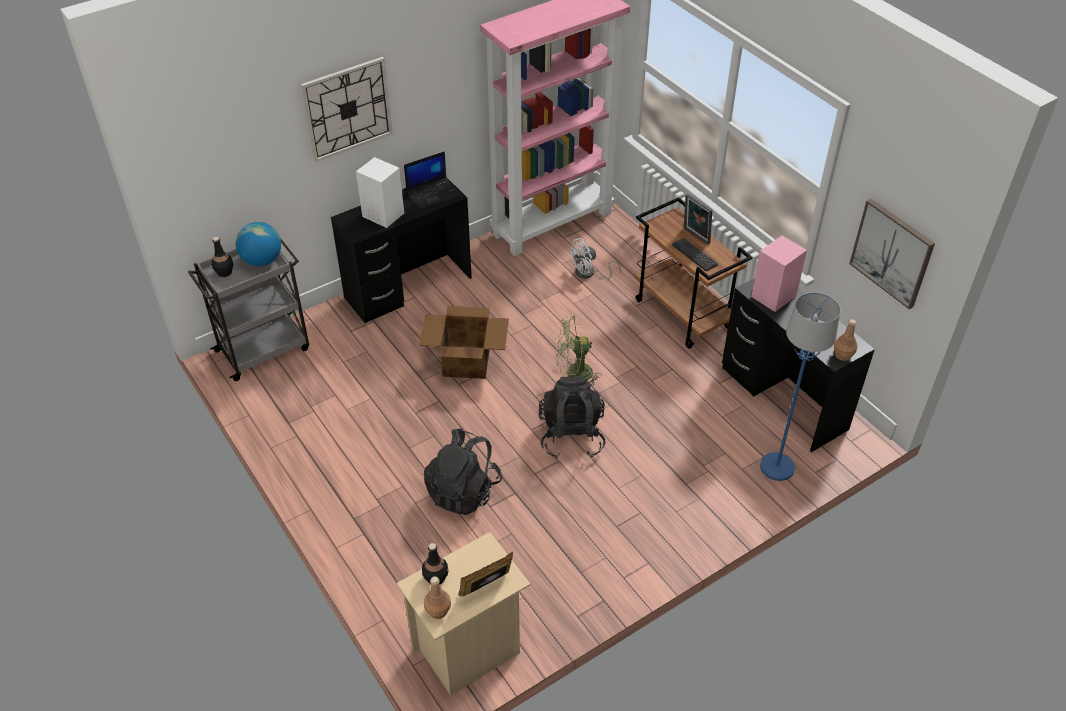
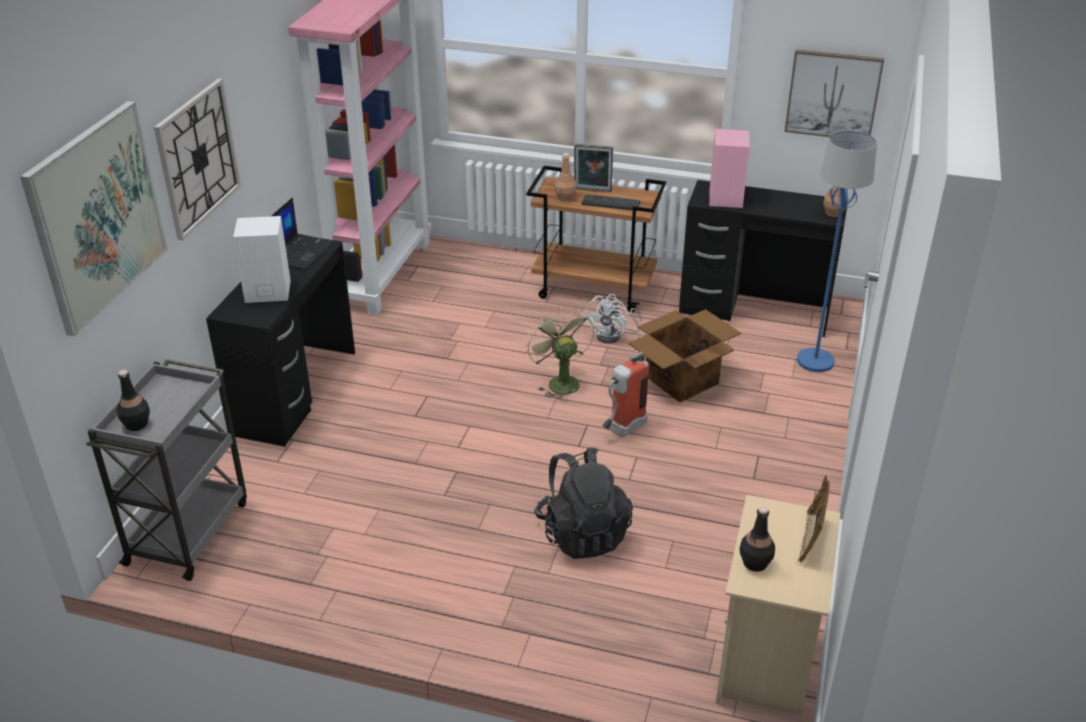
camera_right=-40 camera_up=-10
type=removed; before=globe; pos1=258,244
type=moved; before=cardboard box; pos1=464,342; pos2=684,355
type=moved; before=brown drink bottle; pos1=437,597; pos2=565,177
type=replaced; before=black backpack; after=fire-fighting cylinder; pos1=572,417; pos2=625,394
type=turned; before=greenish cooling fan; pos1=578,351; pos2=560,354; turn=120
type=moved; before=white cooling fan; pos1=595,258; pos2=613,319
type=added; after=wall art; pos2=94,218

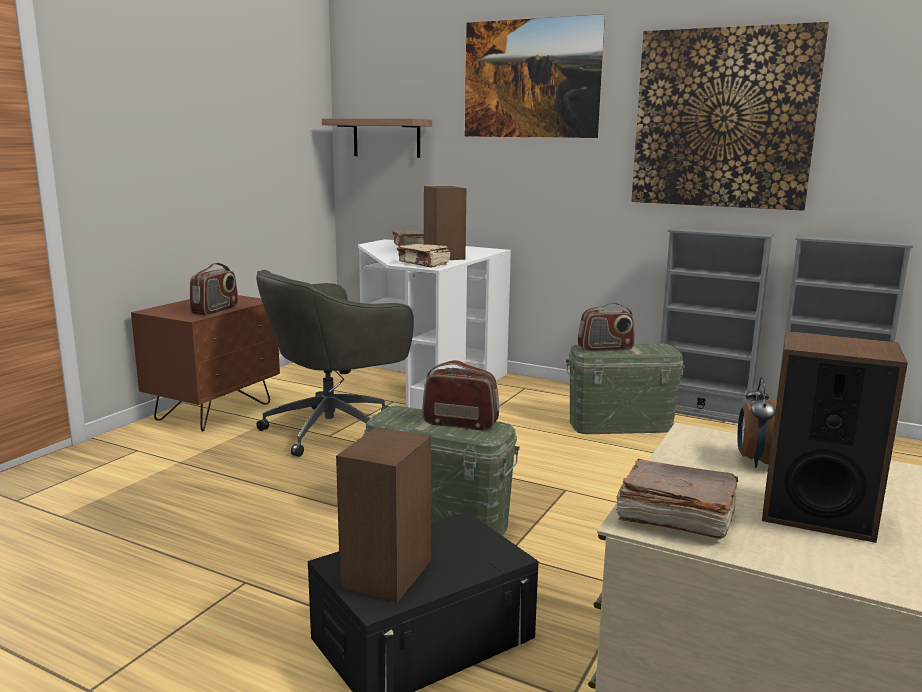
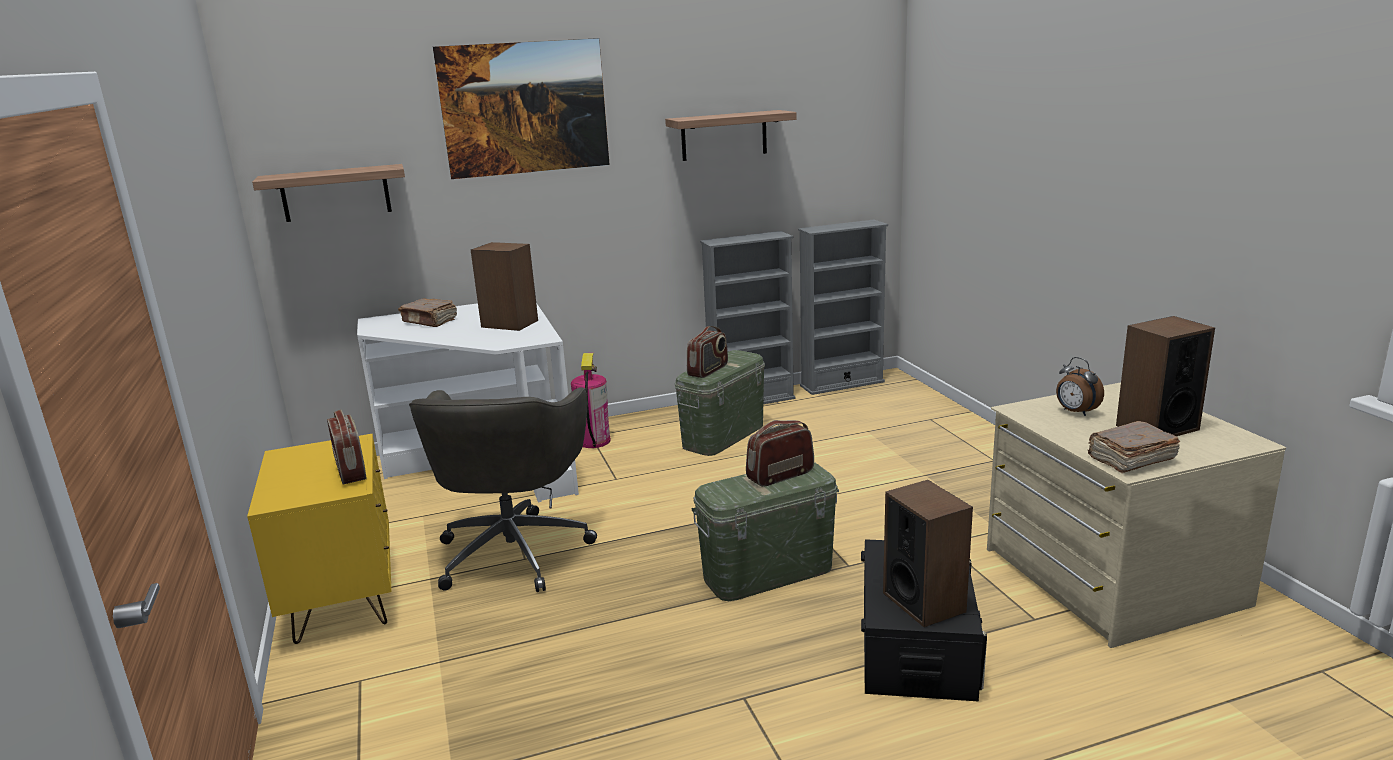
camera_right=-45 camera_up=5
type=recoloured; before=brown bedside table; after=yellow bedside table; pos1=205,363; pos2=319,539
type=removed; before=sand-coloured book; pos1=423,256
type=replaced; before=wall art; after=bracket shelf; pos1=730,116; pos2=731,135
type=added; after=fire-fighting cylinder; pos2=591,400

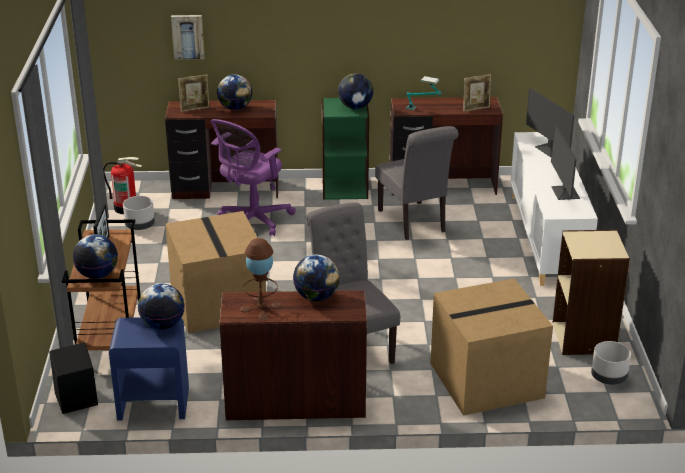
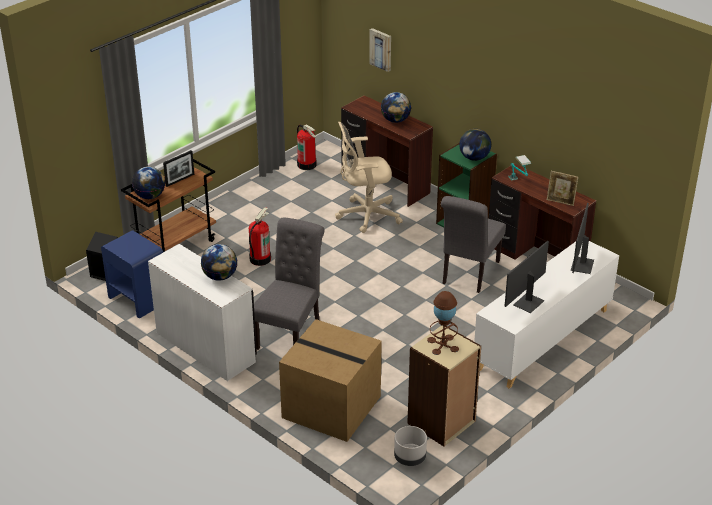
camera_right=45 camera_up=5
type=removed; before=gray flower pot; pos1=139,213
type=removed; before=globe; pos1=161,307
type=replaced; before=cardboard box; after=fire-fighting cylinder; pos1=215,272; pos2=260,236
type=removed; before=picture frame; pos1=194,93
type=recoloured; before=purple-coloured desk chair; after=sand-coloured desk chair; pos1=253,177; pos2=369,177
type=recoloured; before=brown desk table; after=white desk table; pos1=293,355; pos2=202,312
type=moved; before=brown table lamp; pos1=261,278; pos2=443,323

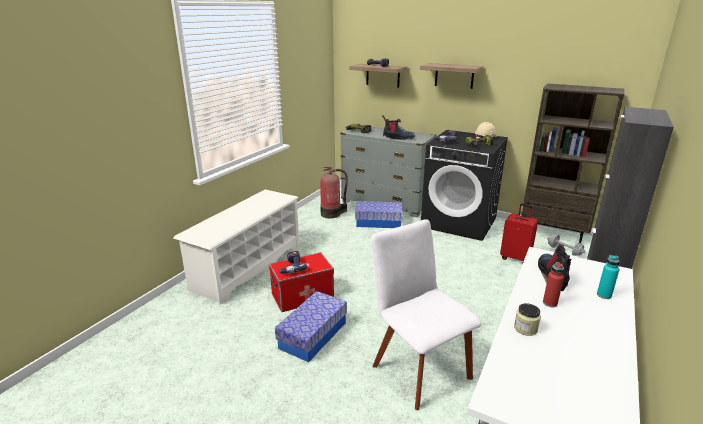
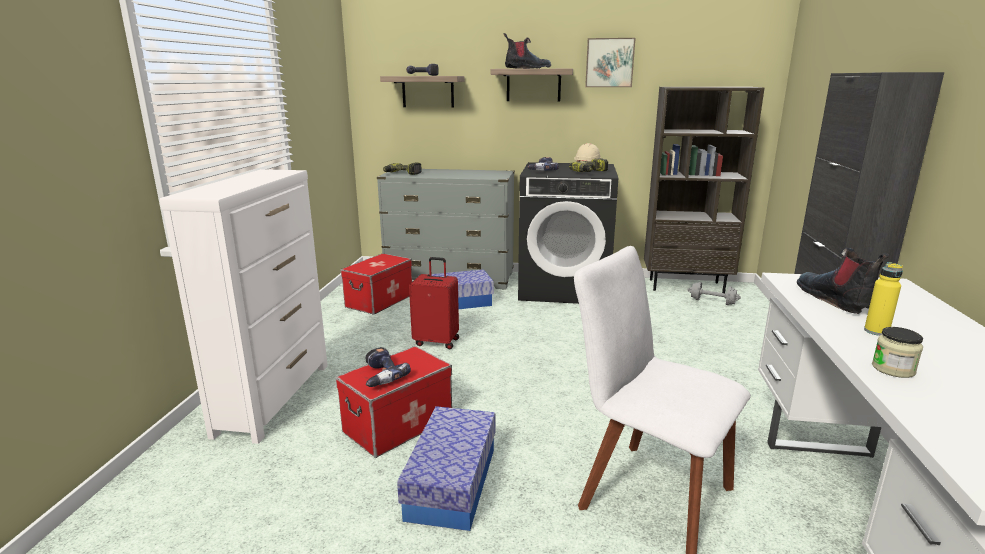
camera_right=-20 camera_up=-5
type=replaced; before=white shoe stand; after=white drawer chest; pos1=236,247; pos2=244,306
type=replaced; before=fire-fighting cylinder; after=storage box; pos1=334,192; pos2=376,284
type=moved; before=high-top boot; pos1=398,128; pos2=527,51
type=moved; before=reddish piece of luggage; pos1=519,233; pos2=434,303
type=recoloured; before=reddish drink bottle; after=yellow drink bottle; pos1=553,284; pos2=883,299
type=removed; before=turquoise drink bottle; pos1=608,277
type=added; after=wall art; pos2=610,62

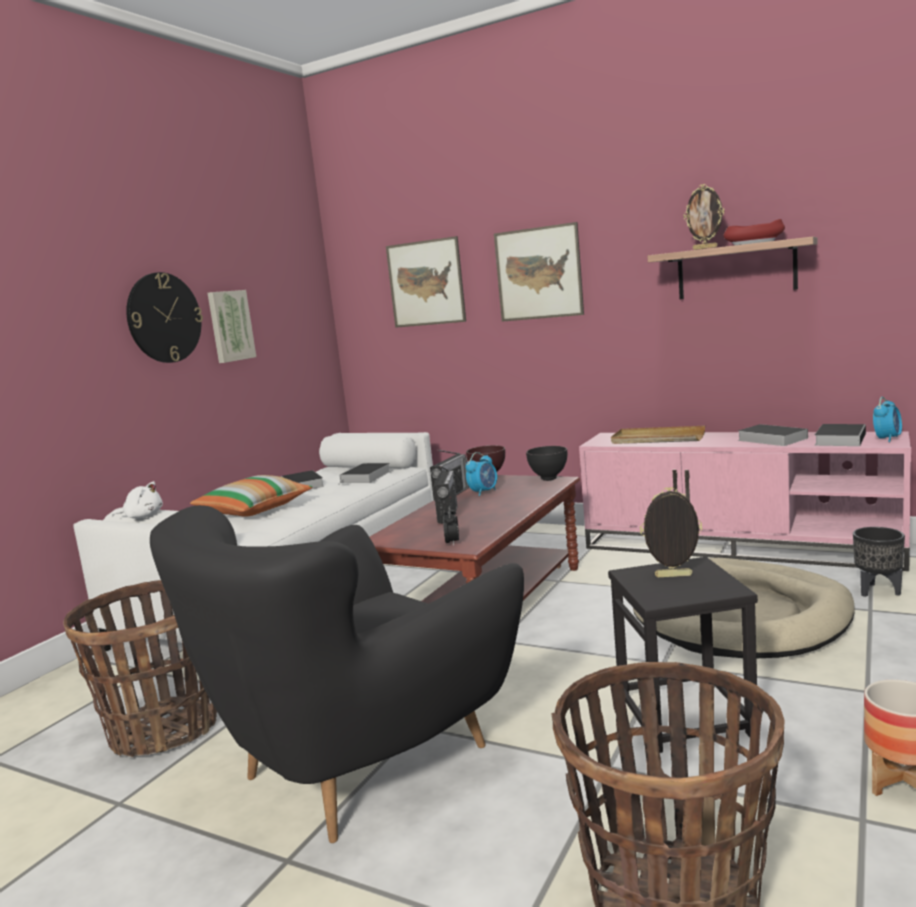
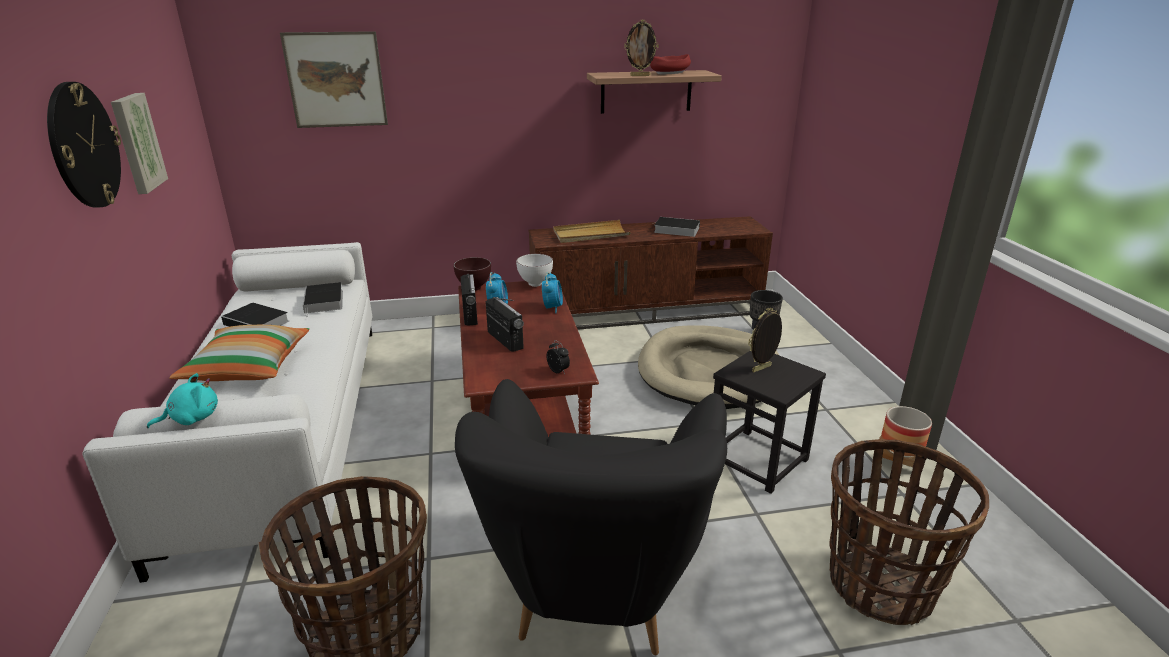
camera_right=-40 camera_up=15
type=recoloured; before=white plush toy; after=turquoise plush toy; pos1=137,500; pos2=182,400
type=removed; before=wall art; pos1=539,272
type=recoloured; before=black serving bowl; after=white serving bowl; pos1=546,463; pos2=534,270
type=recoloured; before=pinkish tv stand; after=brown tv stand; pos1=745,501; pos2=651,273
type=removed; before=book; pos1=840,435
type=moved; before=alarm clock; pos1=887,419; pos2=552,292

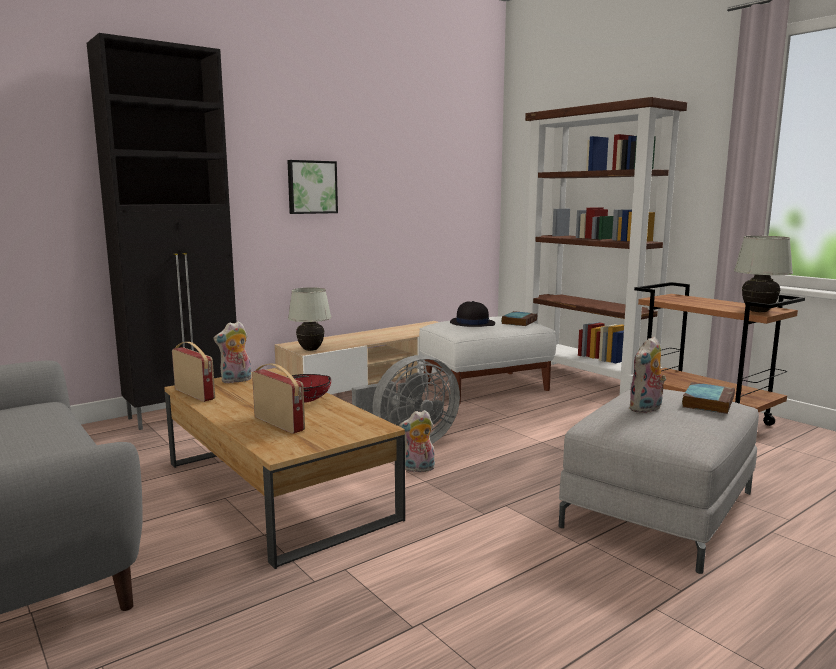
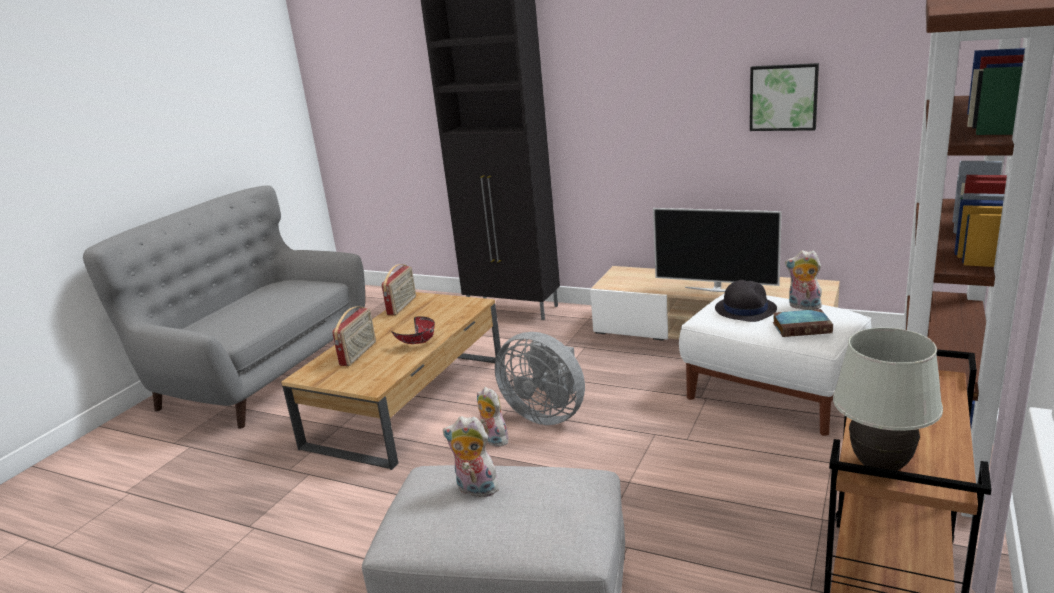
camera_right=65 camera_up=10
type=moved; before=plush toy; pos1=232,352; pos2=804,280
type=moved; before=wall art; pos1=312,187; pos2=784,97
type=removed; before=white table lamp; pos1=309,319
type=removed; before=book; pos1=708,398
type=added; after=TV set; pos2=717,250

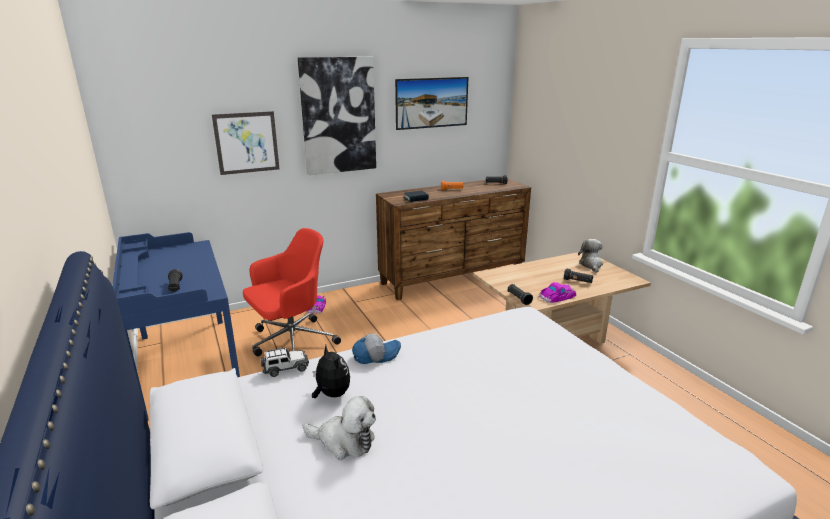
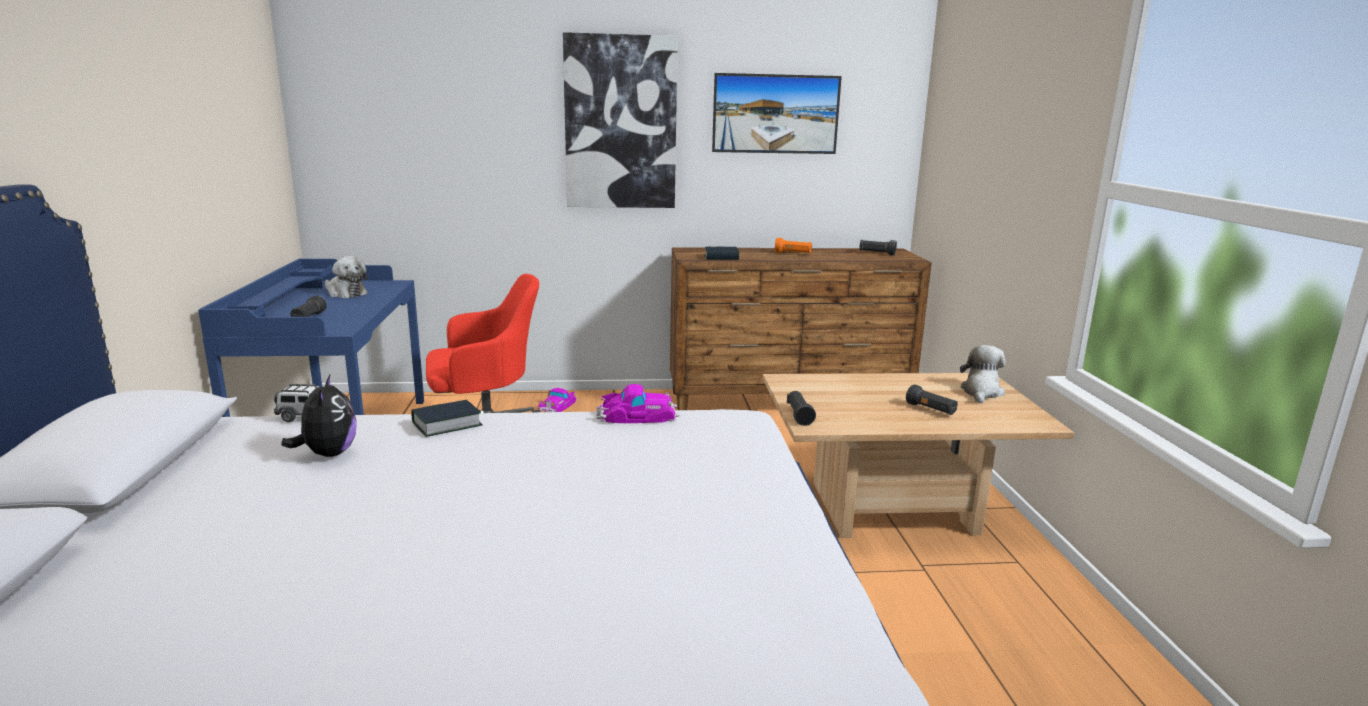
camera_right=20 camera_up=-5
type=removed; before=wall art; pos1=246,143
type=moved; before=plush toy; pos1=339,428; pos2=346,277
type=replaced; before=cap; after=book; pos1=376,348; pos2=446,418
type=moved; before=toy car; pos1=557,292; pos2=638,403

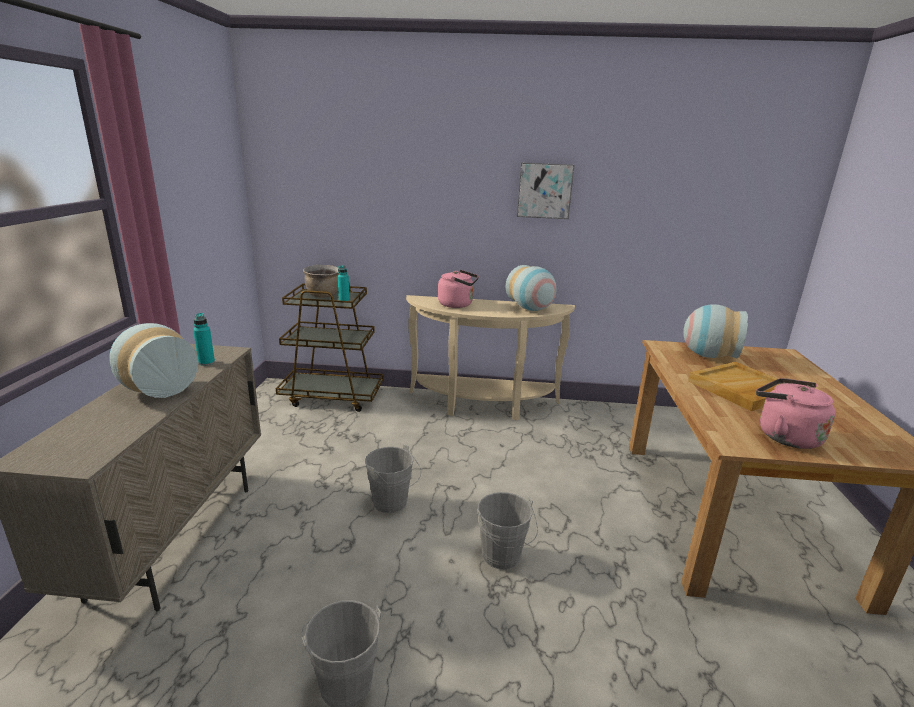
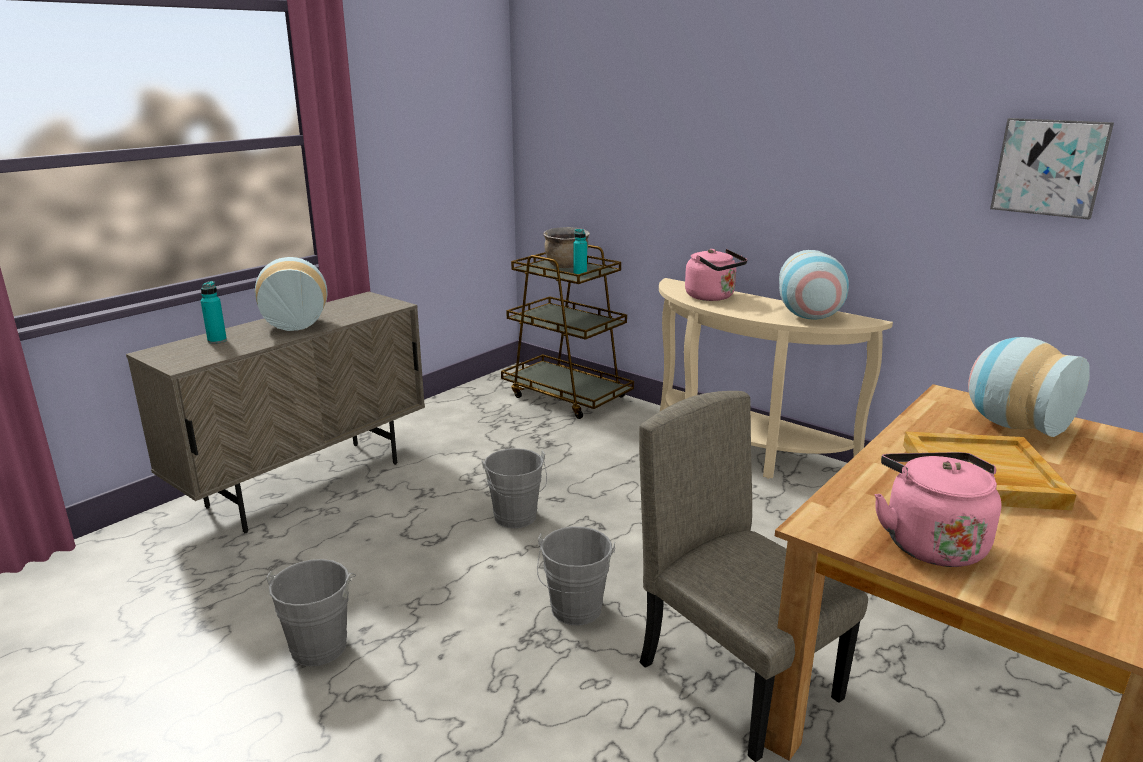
camera_right=35 camera_up=0
type=moved; before=turquoise drink bottle; pos1=204,339; pos2=214,312
type=moved; before=wall art; pos1=546,191; pos2=1052,168
type=added; after=sand-coloured chair; pos2=753,576

